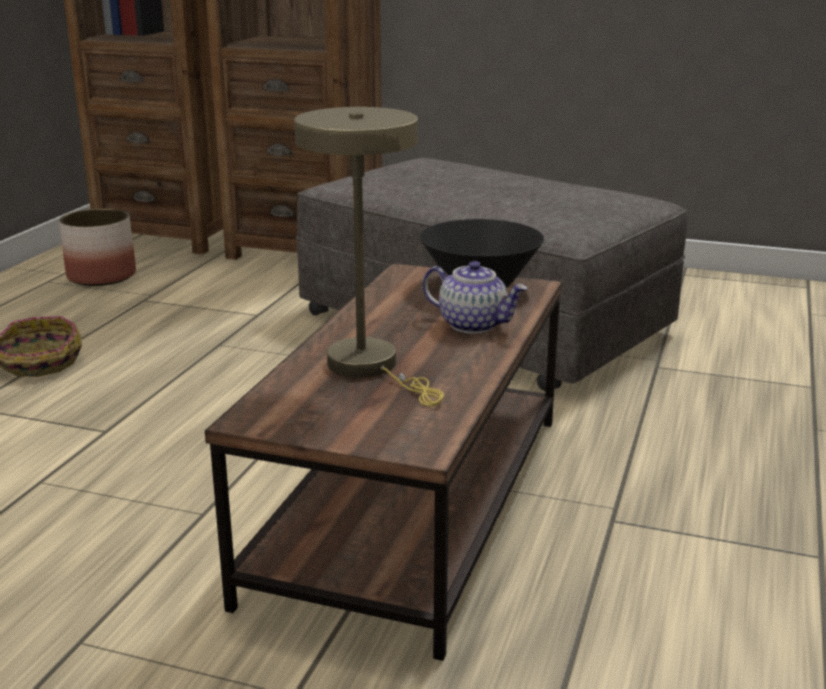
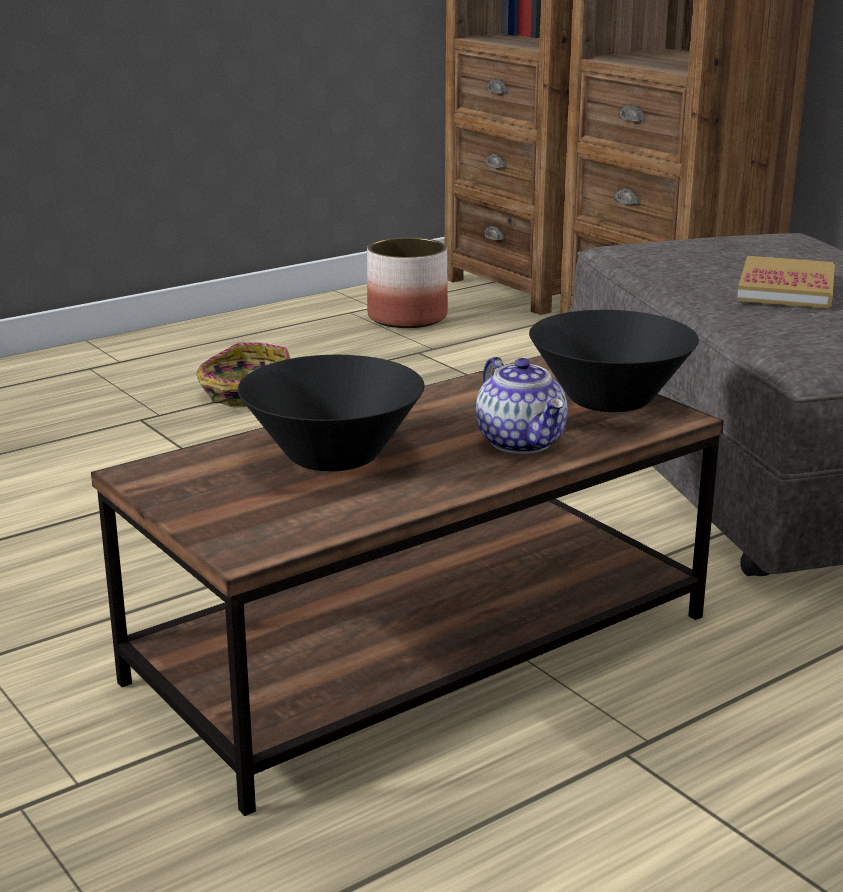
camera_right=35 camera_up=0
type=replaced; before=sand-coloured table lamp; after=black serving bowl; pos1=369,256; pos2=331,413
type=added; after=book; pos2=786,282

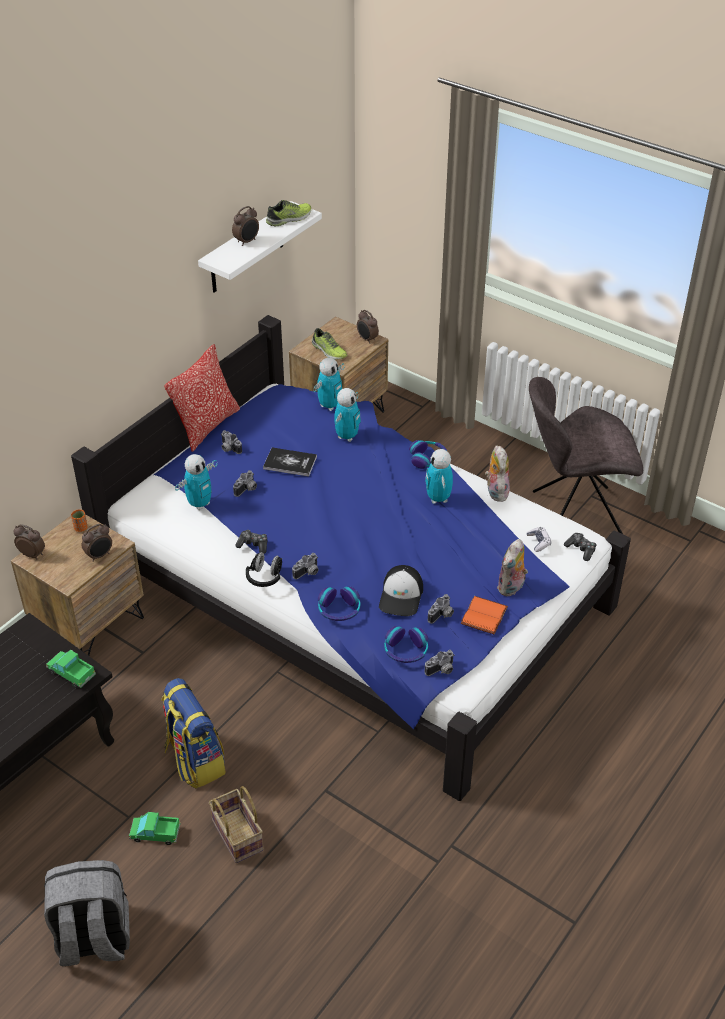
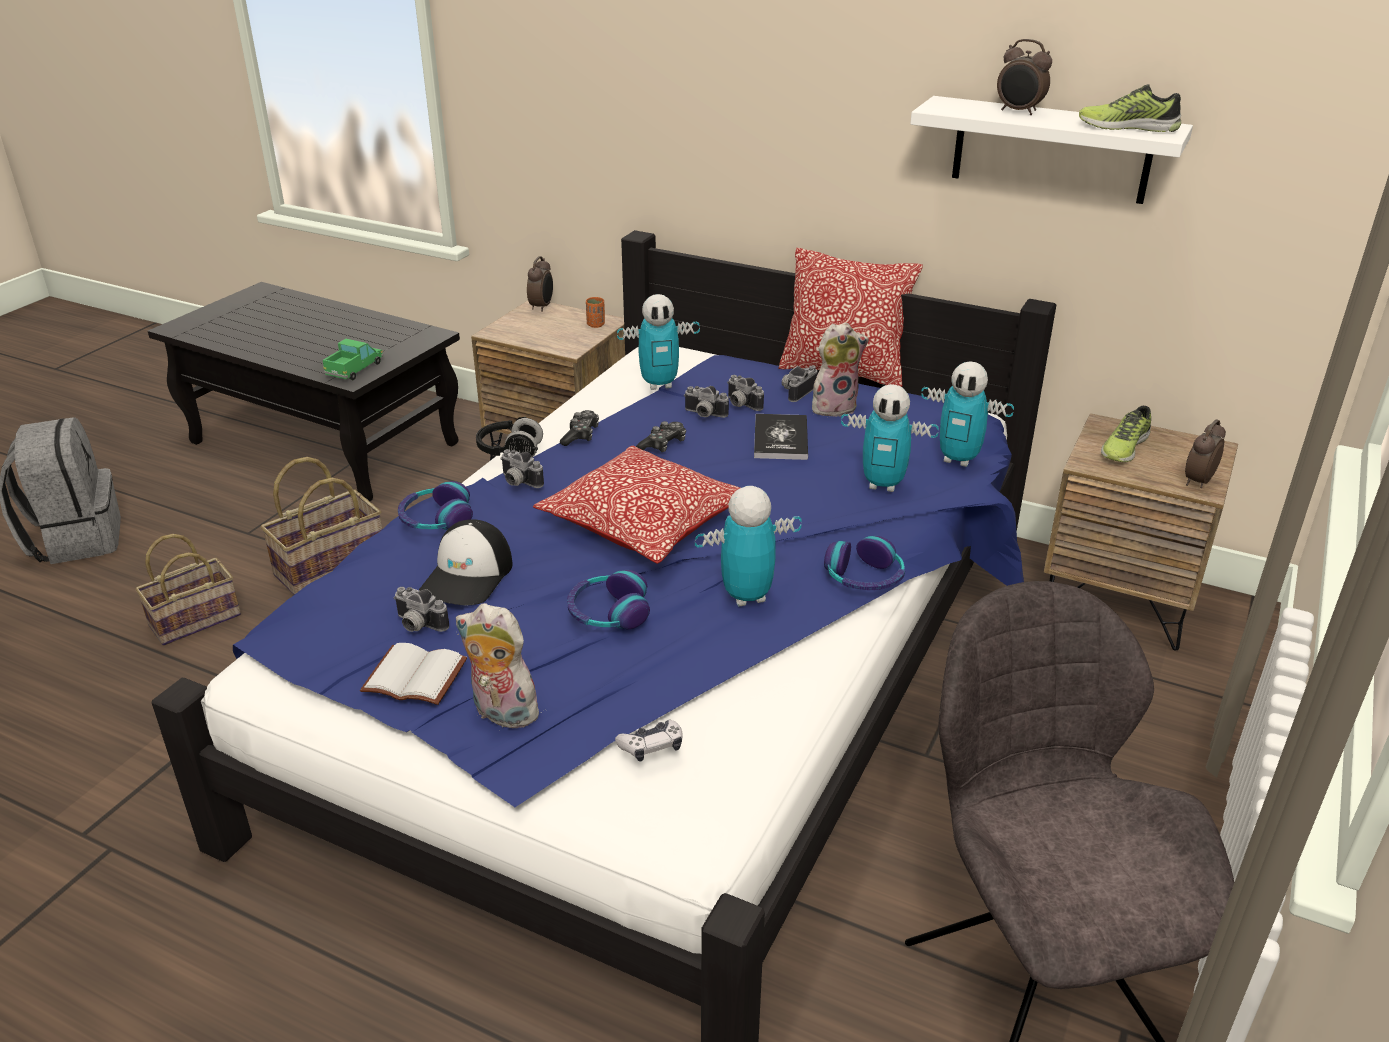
camera_right=80 camera_up=-10
type=removed; before=alarm clock; pos1=97,543
type=removed; before=model truck; pos1=154,828
type=replaced; before=backpack; after=basket; pos1=193,733; pos2=321,526
type=turned; before=model robot; pos1=196,482; pos2=658,342; turn=-45
type=turned; before=low shoe; pos1=288,213; pos2=1130,108; turn=150
type=turned; before=cap; pos1=401,590; pos2=466,562; turn=-75
type=moved; before=pair of headphones; pos1=406,644; pos2=608,599
type=moved; before=photo camera; pos1=440,663; pos2=745,393
type=recoloured; before=orange-coloured book; after=white book; pos1=484,615; pos2=413,674
type=moved; before=plush toy; pos1=497,473; pos2=840,369
type=moved; before=gamepad; pos1=580,547; pos2=661,436
type=added; after=cushion; pos2=636,505

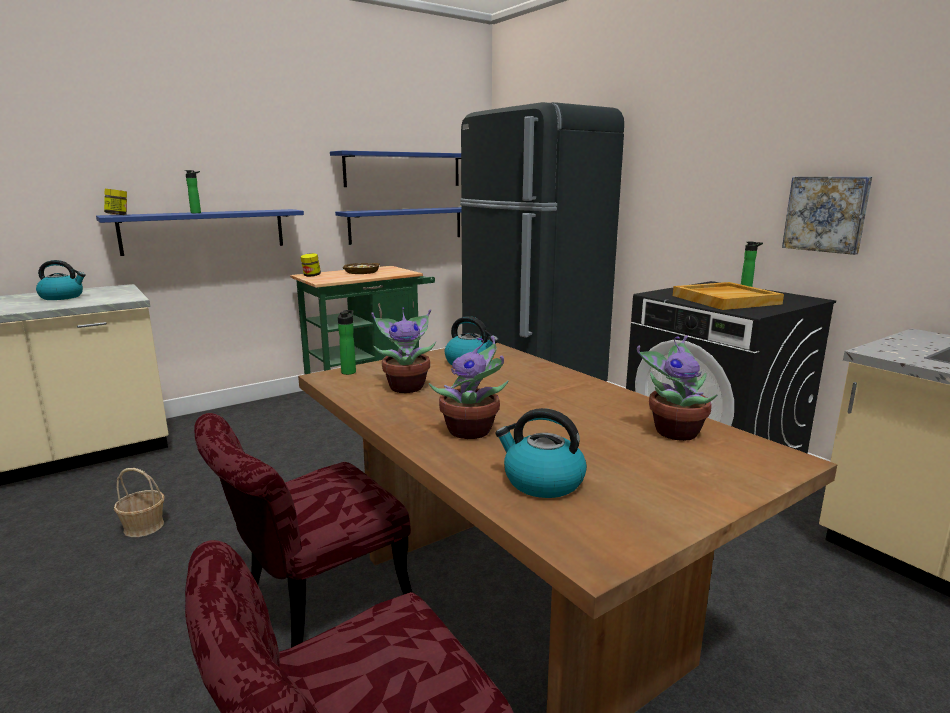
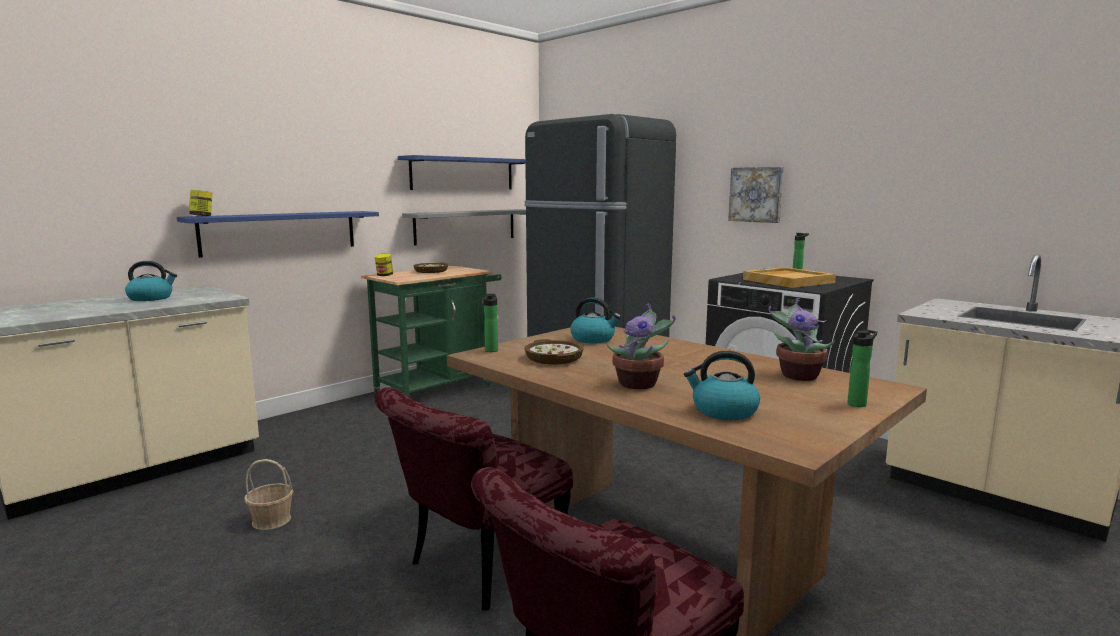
camera_right=-10 camera_up=-5
type=moved; before=drink bottle; pos1=193,191; pos2=862,368
type=recoloured; before=blue-coloured bracket shelf; after=gray bracket shelf; pos1=398,226; pos2=464,227
type=replaced; before=houseplant; after=serving bowl; pos1=403,350; pos2=554,351
type=moved; before=wall art; pos1=827,216; pos2=756,195

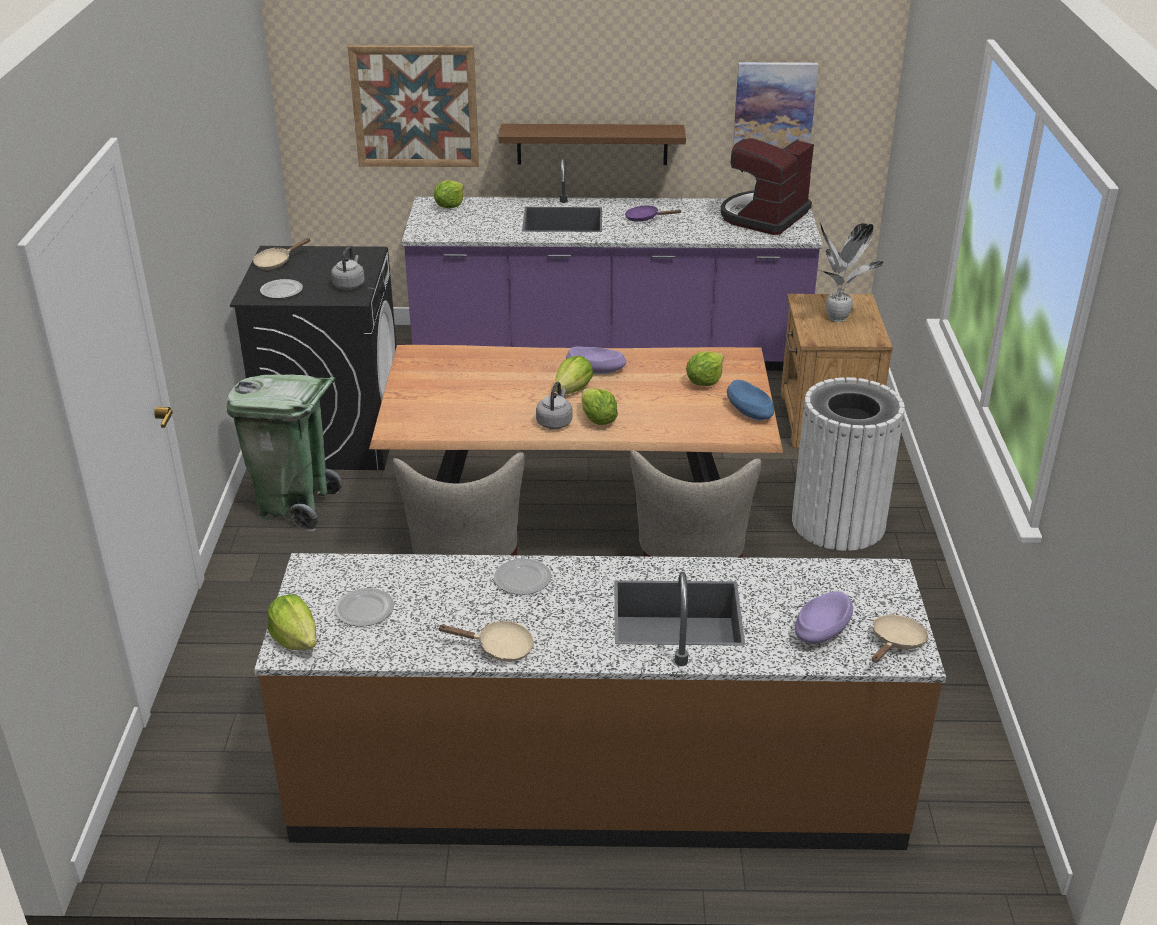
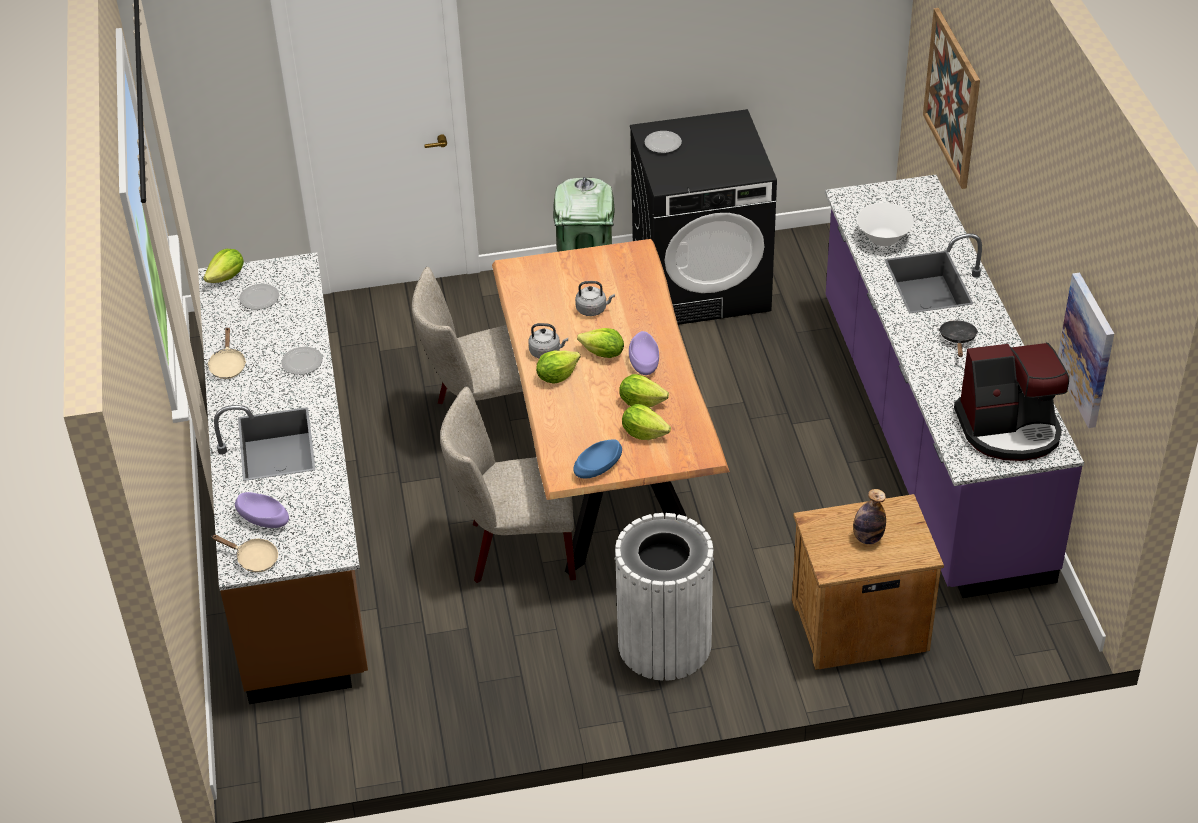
camera_right=80 camera_up=10
type=removed; before=sand-coloured pan; pos1=281,254
type=moved; before=gray water kettle; pos1=348,268; pos2=595,298
type=moved; before=head of lettuce; pos1=449,194; pos2=644,391
type=removed; before=brown bracket shelf; pos1=592,144
type=recoloured; before=purple-coloured pan; after=black pan; pos1=653,213; pos2=958,338
type=turned; before=coffee maker; pos1=767,186; pos2=1011,402; turn=150
type=replaced; before=houseplant; after=drink bottle; pos1=852,272; pos2=869,516
type=added; after=white serving bowl; pos2=885,224

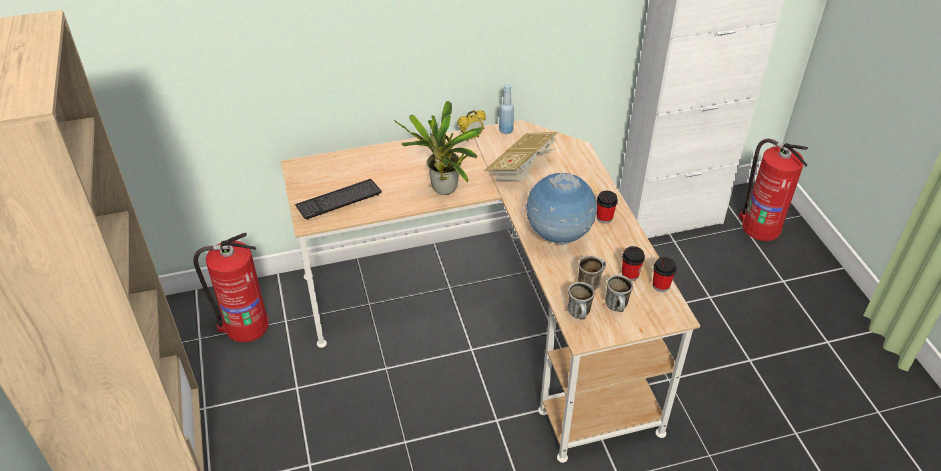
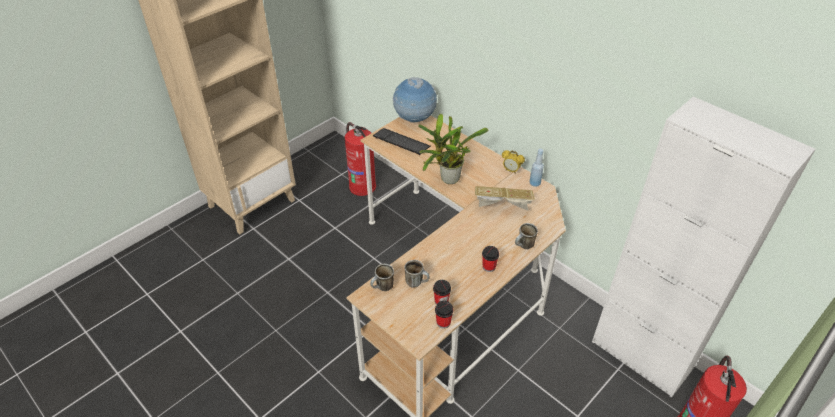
camera_right=60 camera_up=0
type=moved; before=globe; pos1=561,209; pos2=414,100
type=moved; before=coffee mug; pos1=619,293; pos2=526,236

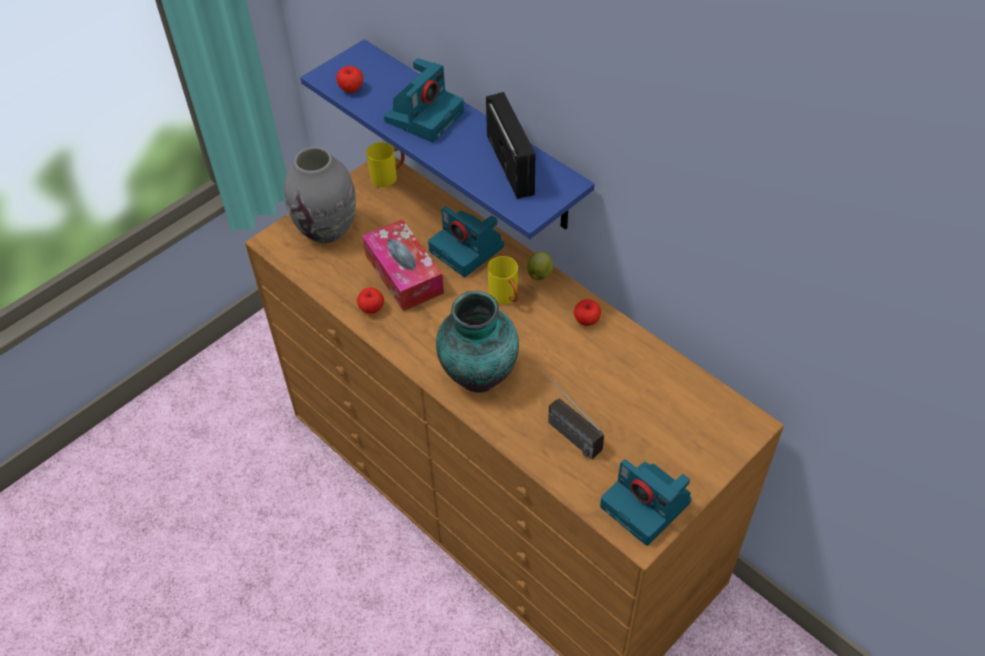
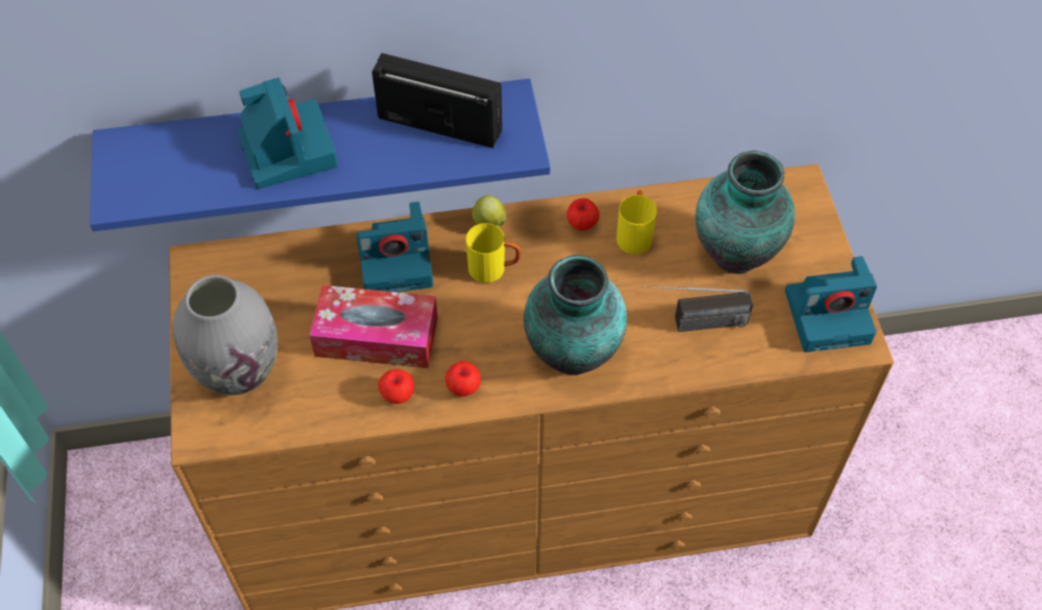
camera_right=-55 camera_up=5
type=moved; before=apple; pos1=349,79; pos2=463,378
type=moved; before=yellow coffee mug; pos1=385,164; pos2=636,222
type=added; after=decorative vase; pos2=745,212

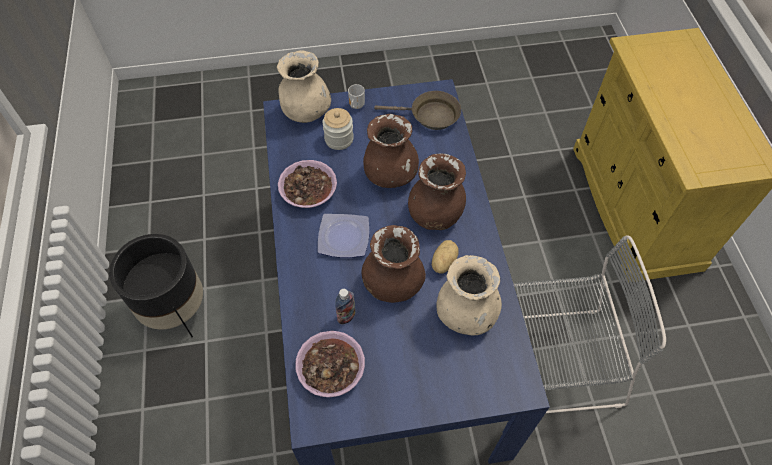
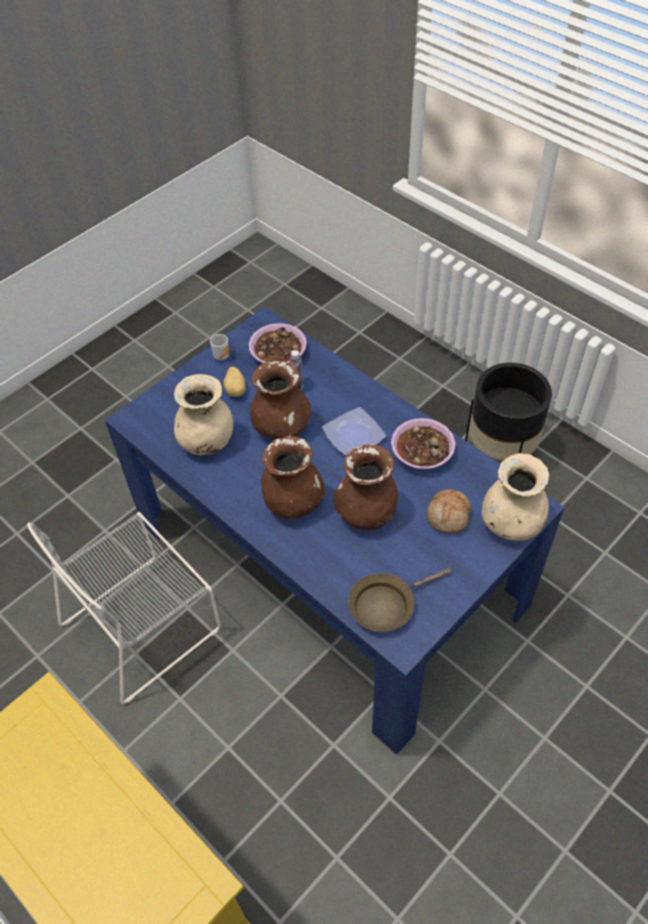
camera_right=145 camera_up=-5
type=replaced; before=storage jar; after=baked bread; pos1=338,129; pos2=448,511
type=moved; before=coffee mug; pos1=356,96; pos2=220,347
type=moved; before=spud; pos1=445,257; pos2=234,382

